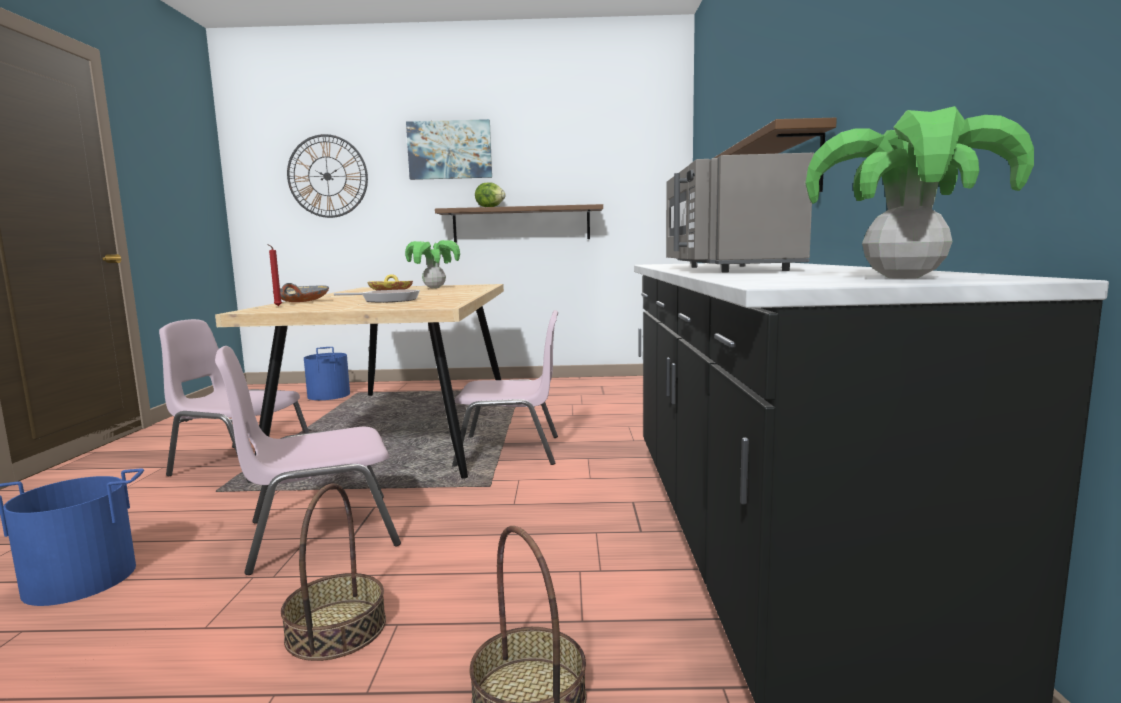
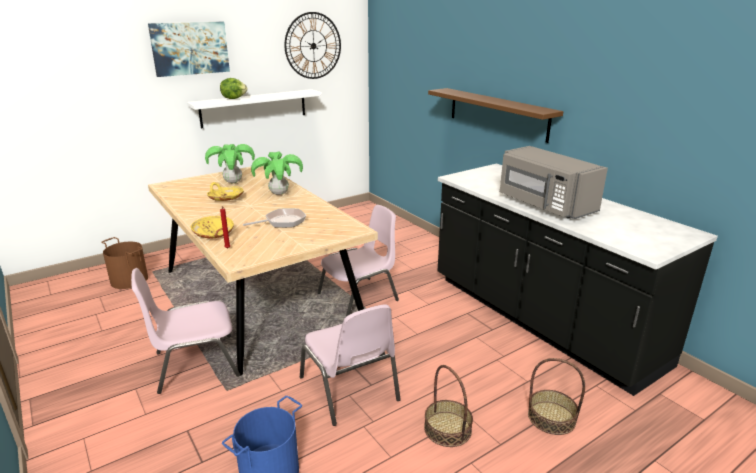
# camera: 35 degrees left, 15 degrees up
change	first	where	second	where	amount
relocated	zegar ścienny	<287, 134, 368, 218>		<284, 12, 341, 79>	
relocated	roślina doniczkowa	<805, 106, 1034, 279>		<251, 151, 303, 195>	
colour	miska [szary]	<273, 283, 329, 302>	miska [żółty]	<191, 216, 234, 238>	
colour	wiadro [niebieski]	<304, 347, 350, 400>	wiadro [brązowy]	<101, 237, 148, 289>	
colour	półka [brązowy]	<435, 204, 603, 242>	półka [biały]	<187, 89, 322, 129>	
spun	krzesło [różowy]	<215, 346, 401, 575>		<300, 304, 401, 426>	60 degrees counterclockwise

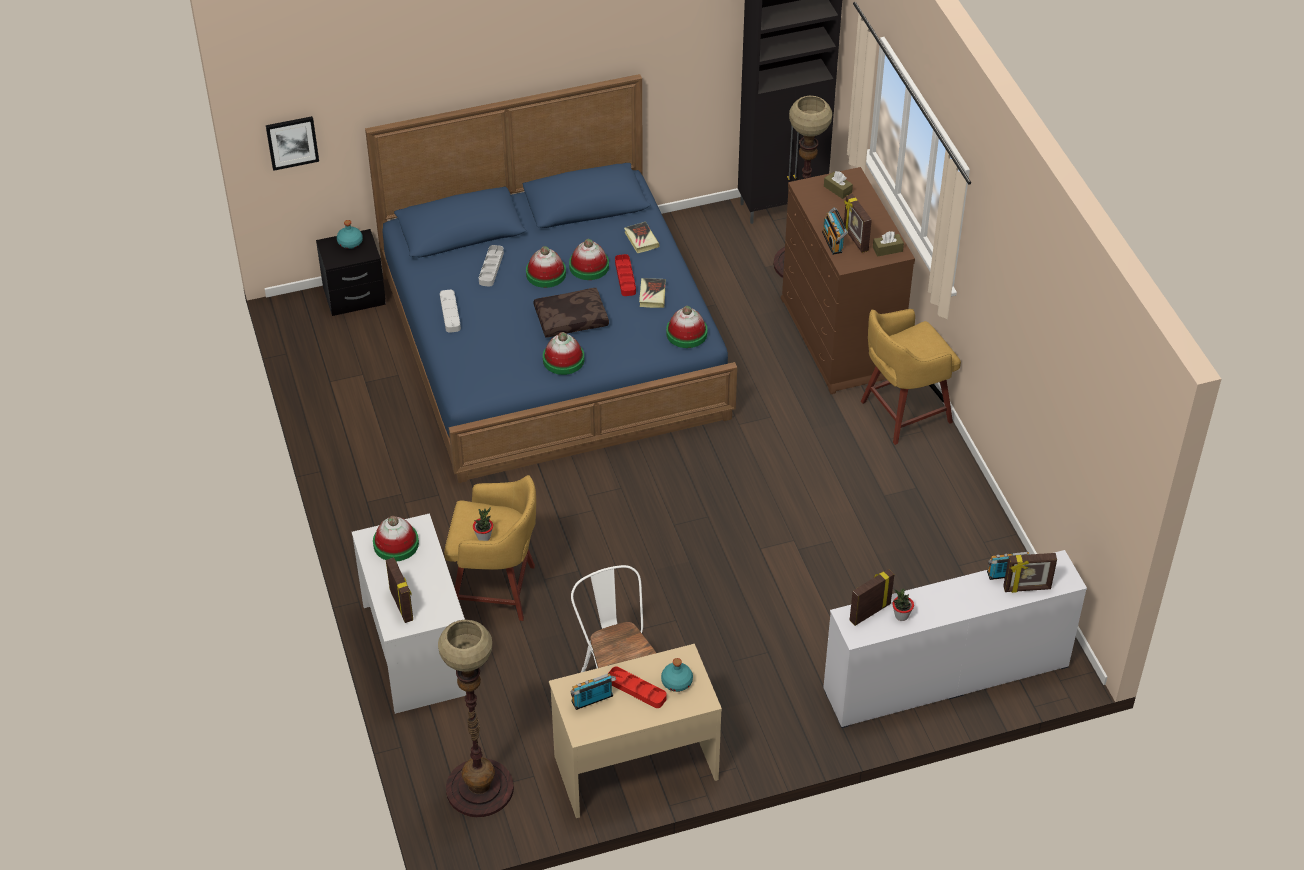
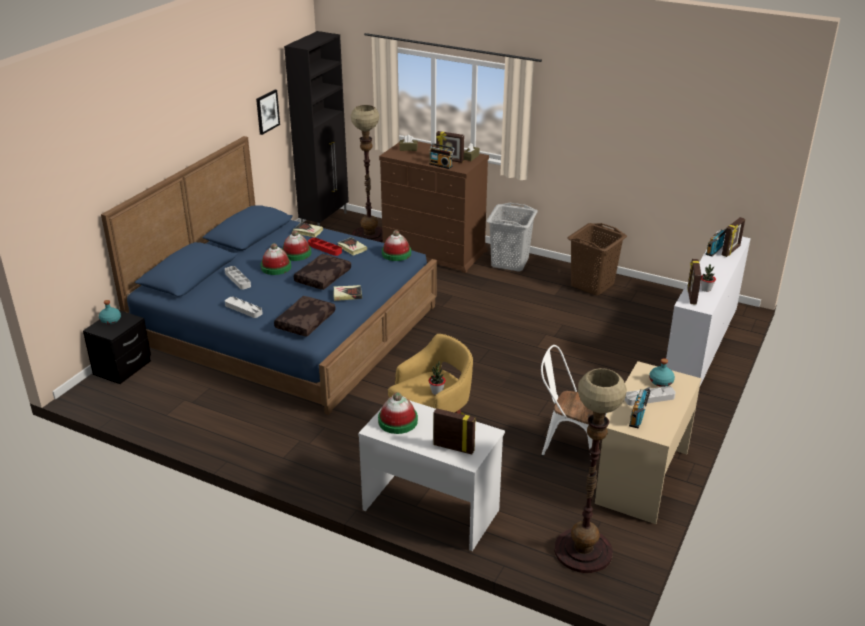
# camera: 45 degrees left, 15 degrees down
change	first	where	second	where	amount
appeared			poduszka [brązowy]	<274, 296, 336, 337>	
appeared			kosz na pranie [brązowy]	<567, 223, 627, 295>	
relocated	obraz	<266, 116, 319, 171>		<256, 90, 280, 135>	
exchanged	kapelusz	<543, 332, 584, 375>	książka	<333, 285, 362, 301>	
exchanged	stołek [żółty]	<861, 309, 961, 445>	kosz na pranie [szary]	<487, 203, 538, 271>	
colour	taca [czerwony]	<609, 667, 667, 708>	taca [szary]	<624, 386, 676, 406>	

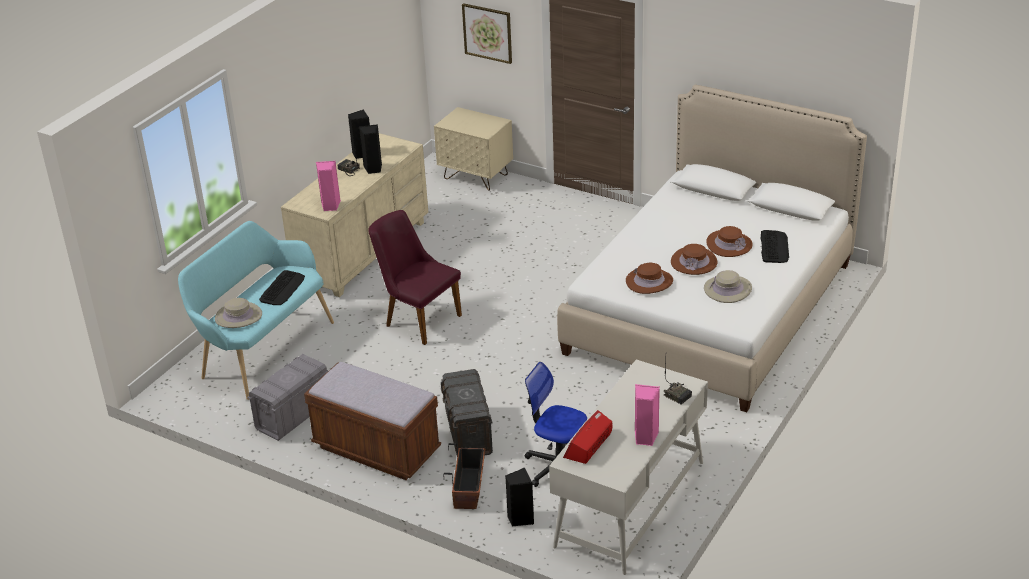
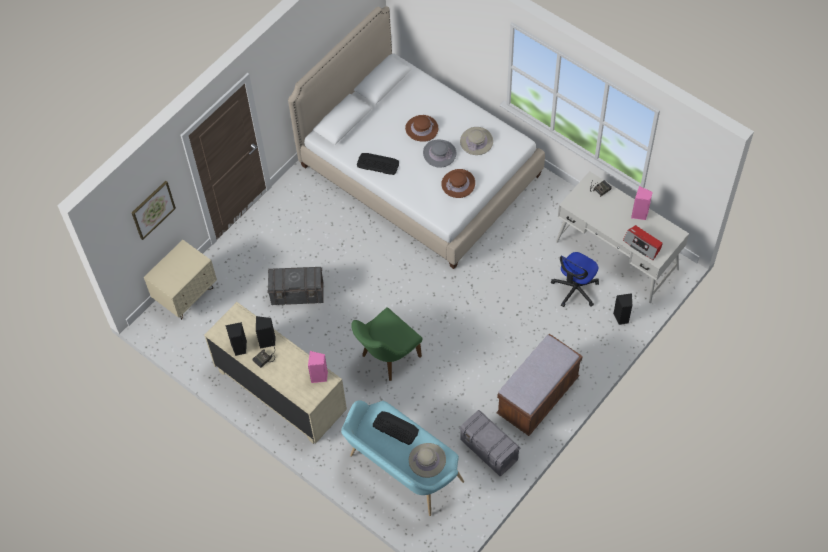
# camera: 80 degrees left, 25 degrees up
change	first	where	second	where	amount
missing	donica	<443, 443, 485, 509>			
relocated	pojemnik do przechowywania [szary]	<441, 369, 493, 455>		<268, 267, 324, 305>	
relocated	klawiatura	<761, 230, 789, 263>		<357, 153, 399, 175>	
colour	krzesło [fioletowy]	<368, 210, 462, 345>	krzesło [zielony]	<351, 307, 423, 381>	
colour	kapelusz [brązowy]	<671, 244, 717, 275>	kapelusz [szary]	<423, 139, 456, 168>	

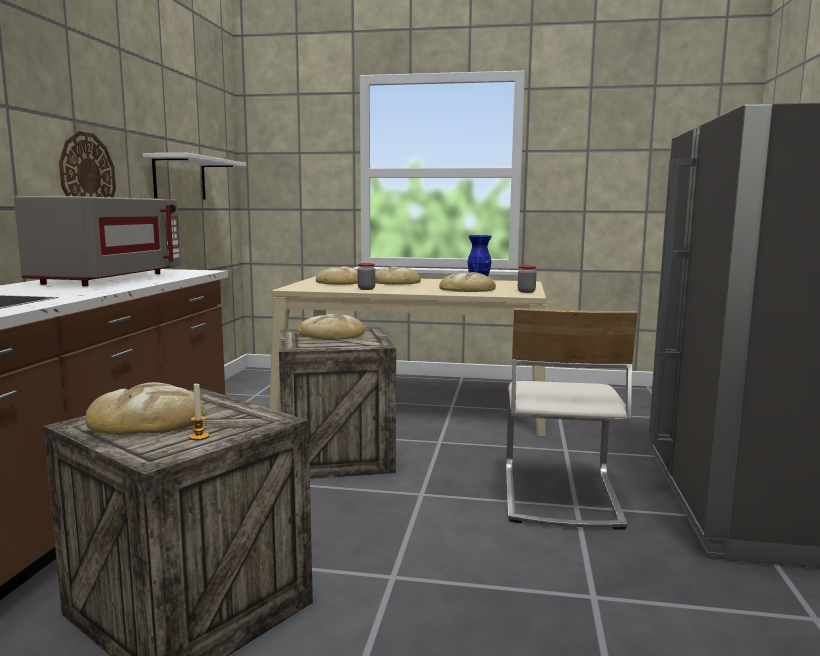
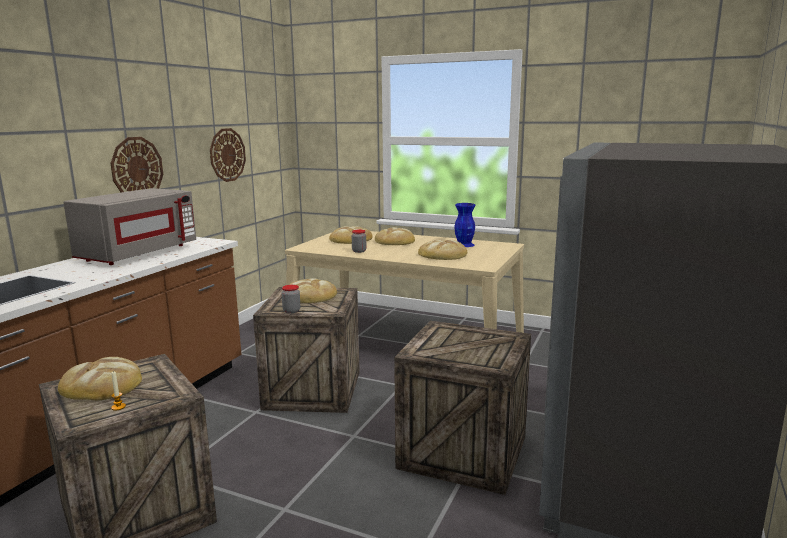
# camera: 15 degrees right, 5 degrees up
change	first	where	second	where	amount
relocated	słoik	<518, 265, 536, 293>		<282, 285, 300, 314>	
exchanged	półka [biały]	<143, 153, 246, 200>	zegar ścienny	<210, 128, 246, 182>	
exchanged	krzesło [beżowy]	<506, 308, 638, 530>	skrzynka	<394, 321, 531, 495>	

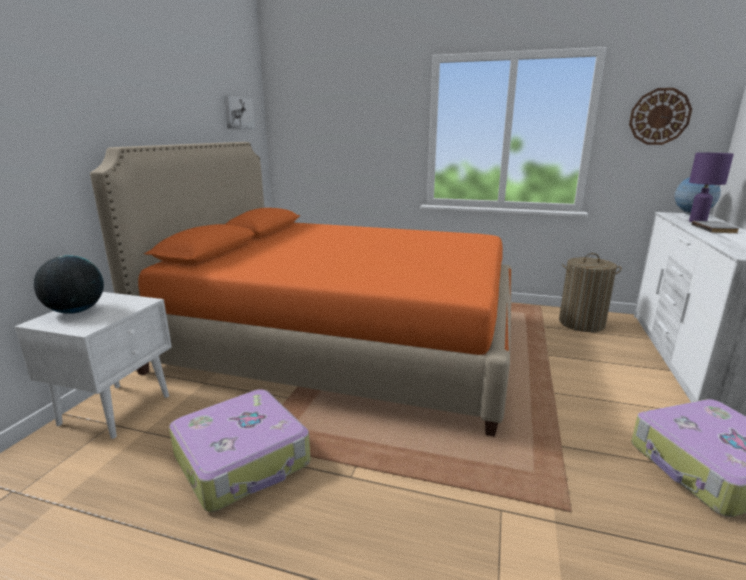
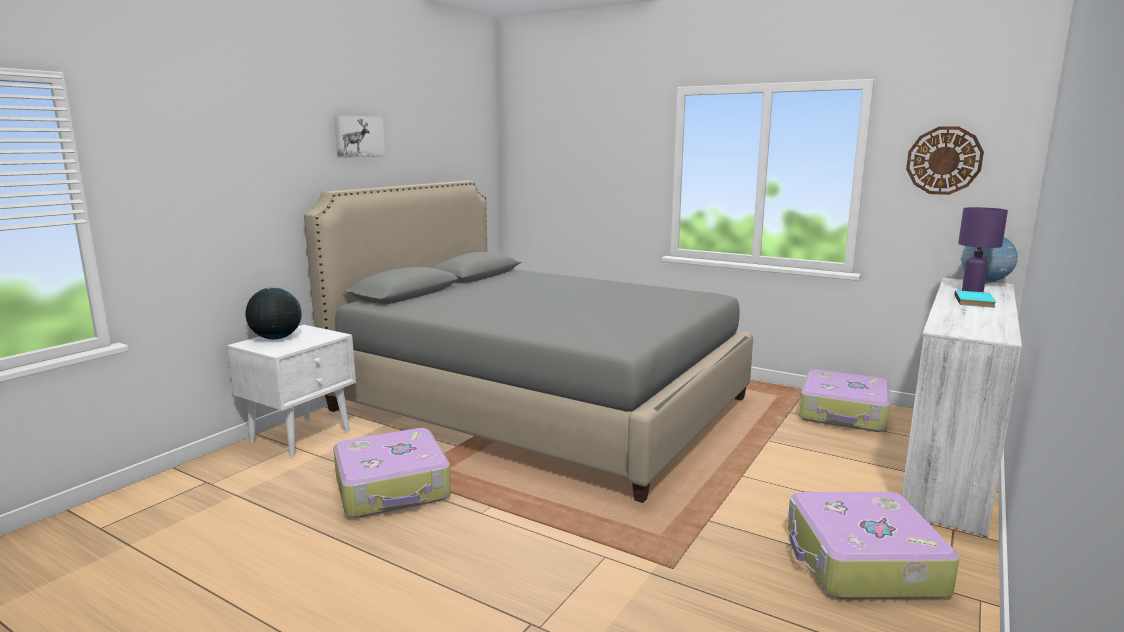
# camera: 15 degrees right, 5 degrees down
change	first	where	second	where	amount
relocated	obraz	<224, 95, 255, 129>		<334, 115, 385, 158>	
exchanged	kosz na pranie	<559, 253, 622, 332>	walizka	<799, 370, 890, 432>	
colour	łóżko [pomarańczowy]	<90, 142, 512, 437>	łóżko [szary]	<304, 181, 753, 503>	
colour	książka [szary]	<692, 221, 739, 233>	książka [turkusowy]	<955, 290, 996, 308>	

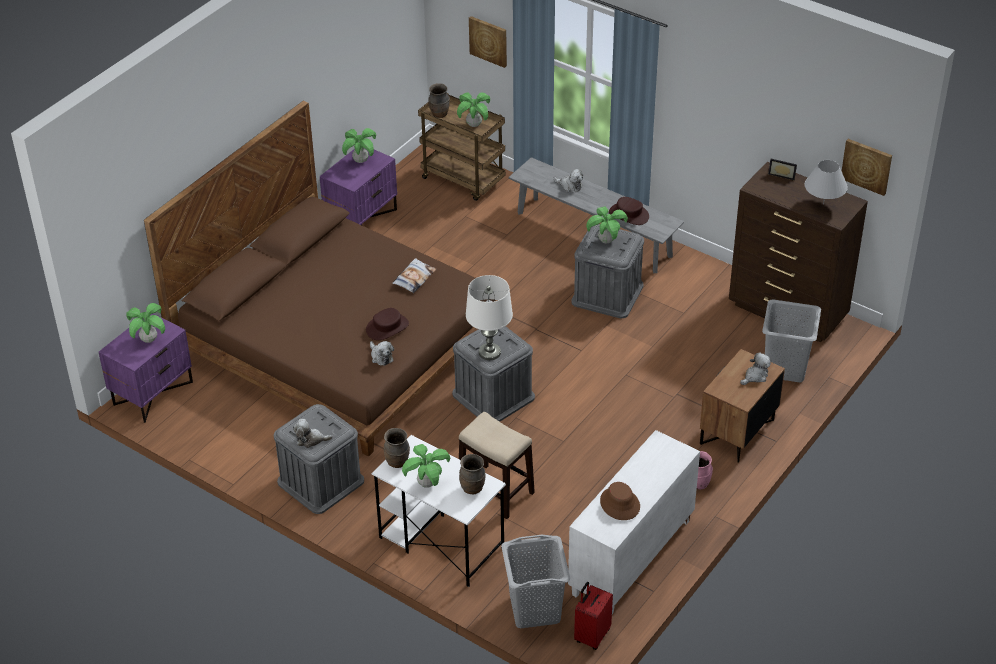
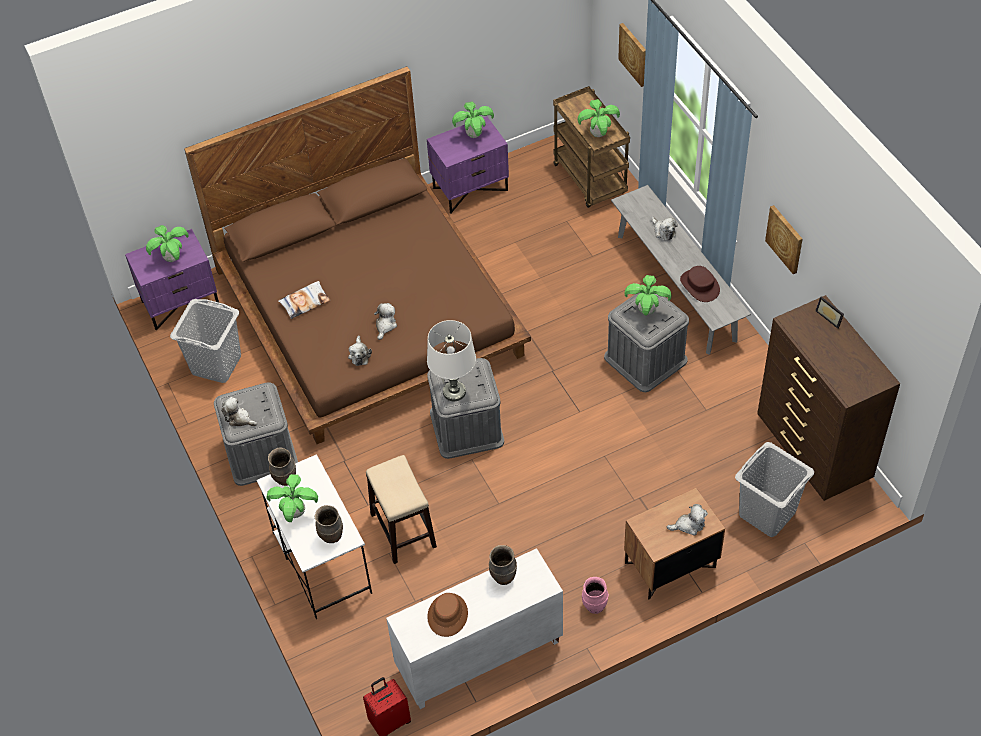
# camera: 30 degrees right, 10 degrees up
change	first	where	second	where	amount
missing	lampa stołowa [biały]	<804, 160, 848, 204>			
relocated	poduszka	<392, 258, 436, 293>		<278, 281, 330, 319>	
relocated	wazon [brązowy]	<428, 83, 450, 118>		<489, 545, 517, 585>	
relocated	kosz na pranie [szary]	<501, 535, 570, 628>		<170, 299, 241, 383>	
relocated	obraz	<842, 139, 892, 196>		<765, 205, 803, 274>	
exchanged	kapelusz [brązowy]	<366, 308, 409, 340>	pluszak	<374, 303, 397, 340>	

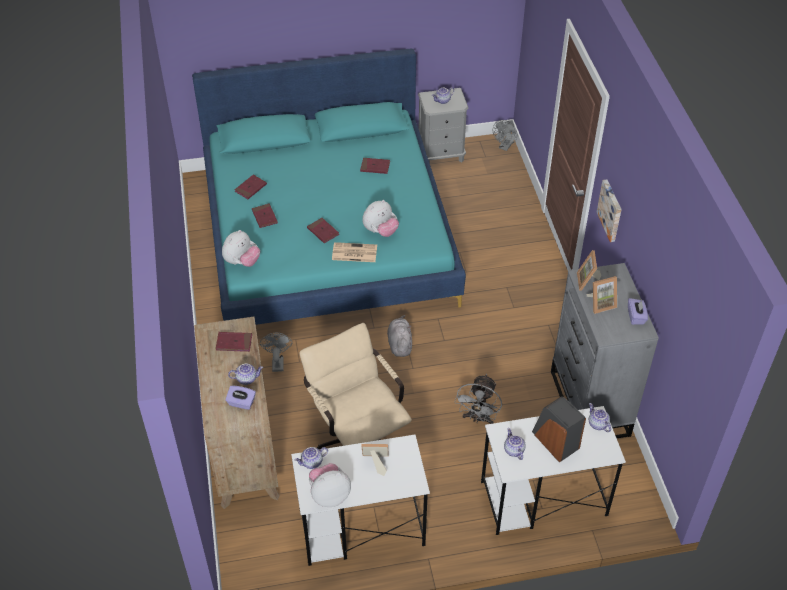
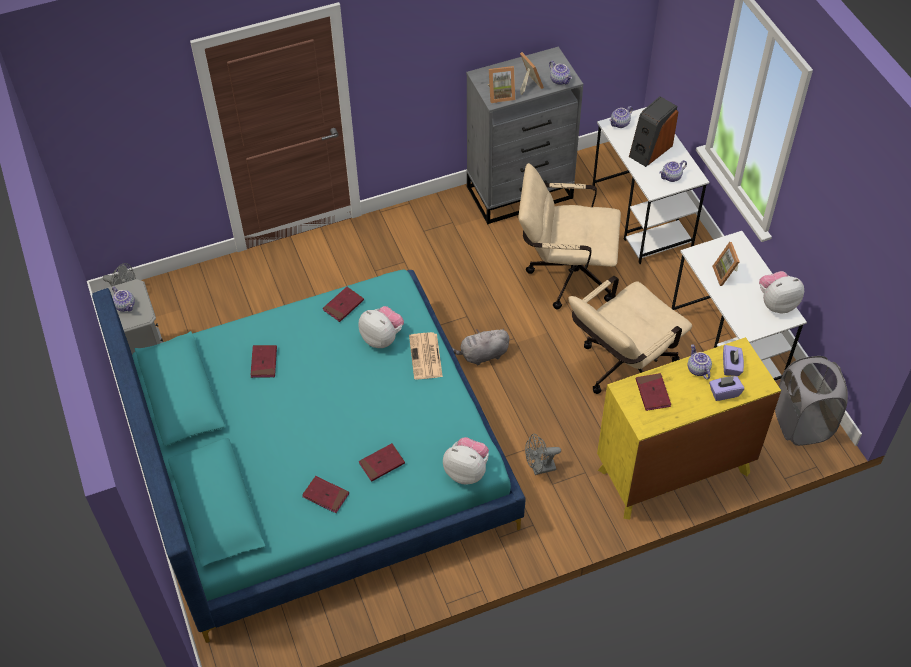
# camera: 100 degrees left, 5 degrees up
change	first	where	second	where	amount
missing	obraz	<597, 179, 622, 242>			
appeared			kosz na pranie [szary]	<775, 356, 848, 446>	
relocated	imbryk	<294, 447, 328, 469>		<549, 61, 572, 85>	
relocated	książka [czerwony]	<307, 218, 339, 243>		<323, 287, 364, 322>	
relocated	pudełko chusteczek [fioletowy]	<628, 298, 648, 325>		<709, 376, 744, 401>	
exchanged	wentylator [szary]	<455, 374, 502, 424>	krzesło biurowe [beżowy]	<518, 163, 621, 309>	
colour	komoda [brązowy]	<194, 317, 280, 509>	komoda [żółty]	<597, 337, 781, 520>	
spun	pluszak	<309, 463, 351, 507>		<759, 271, 804, 313>	105 degrees clockwise

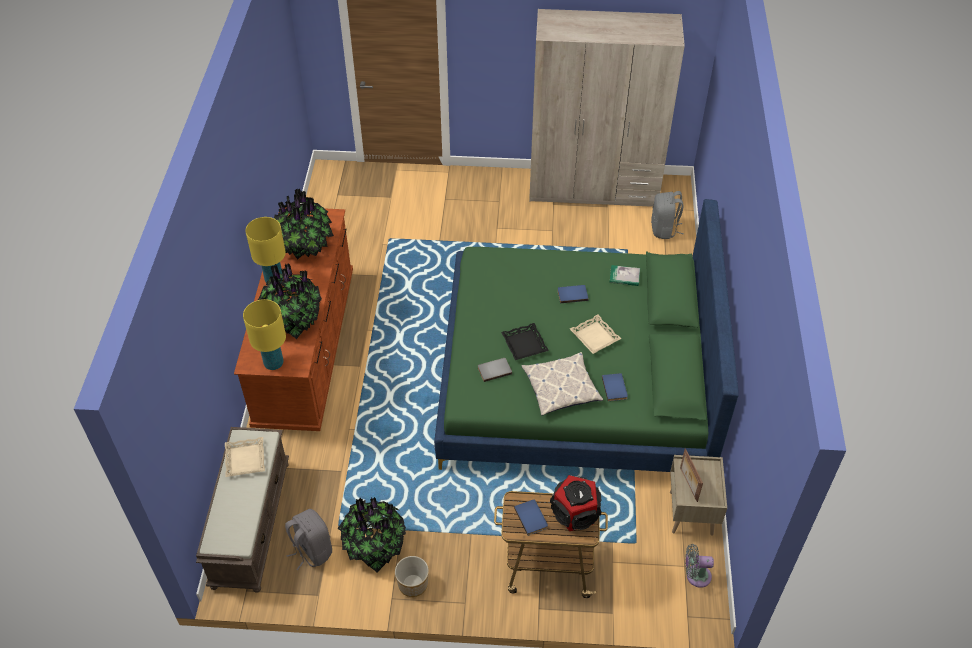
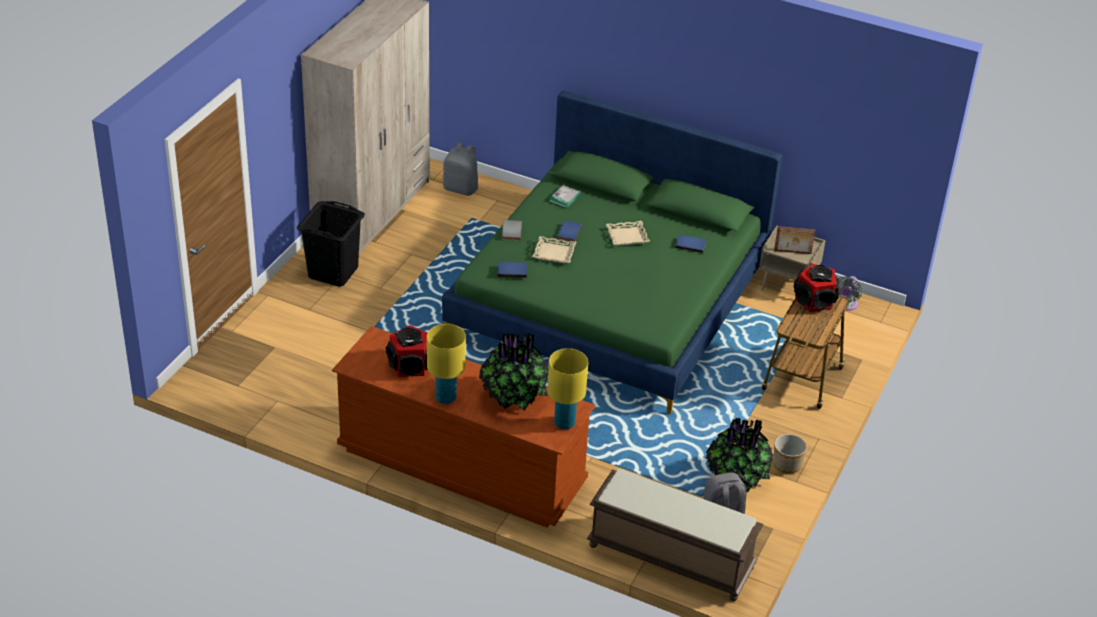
# camera: 70 degrees left, 10 degrees down
change	first	where	second	where	amount
missing	taca [czarny]	<501, 323, 549, 360>			
missing	poduszka	<522, 352, 603, 415>			
appeared			kosz na pranie [czarny]	<297, 201, 365, 287>	
relocated	taca [beżowy]	<225, 437, 265, 477>		<532, 236, 576, 264>	
relocated	książka [szary]	<478, 358, 512, 382>		<502, 220, 522, 241>	
relocated	książka [niebieski]	<514, 499, 548, 536>		<497, 262, 527, 277>	
exchanged	roślina doniczkowa	<274, 189, 334, 260>	głośnik	<386, 325, 427, 377>	

